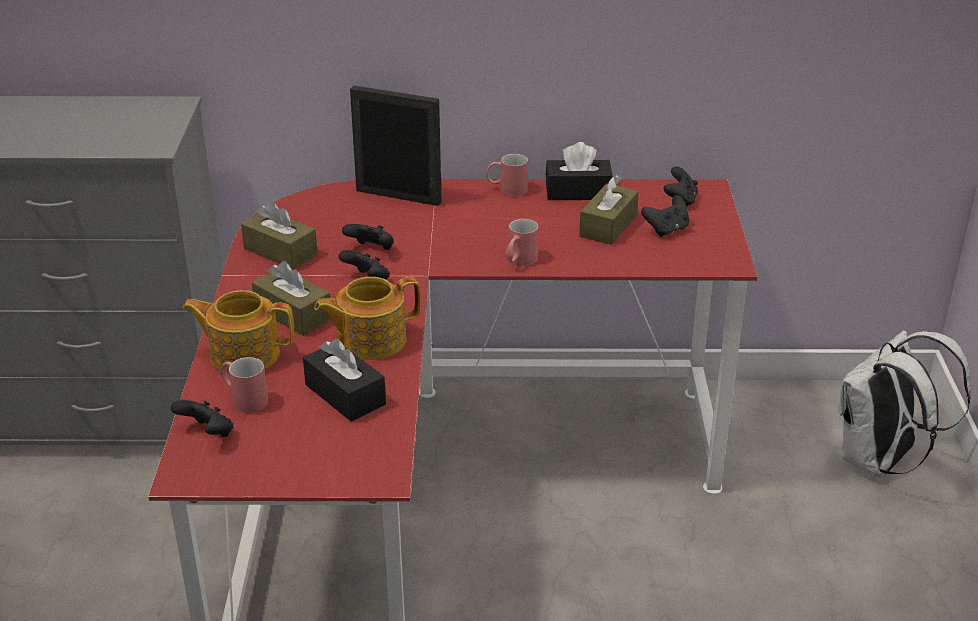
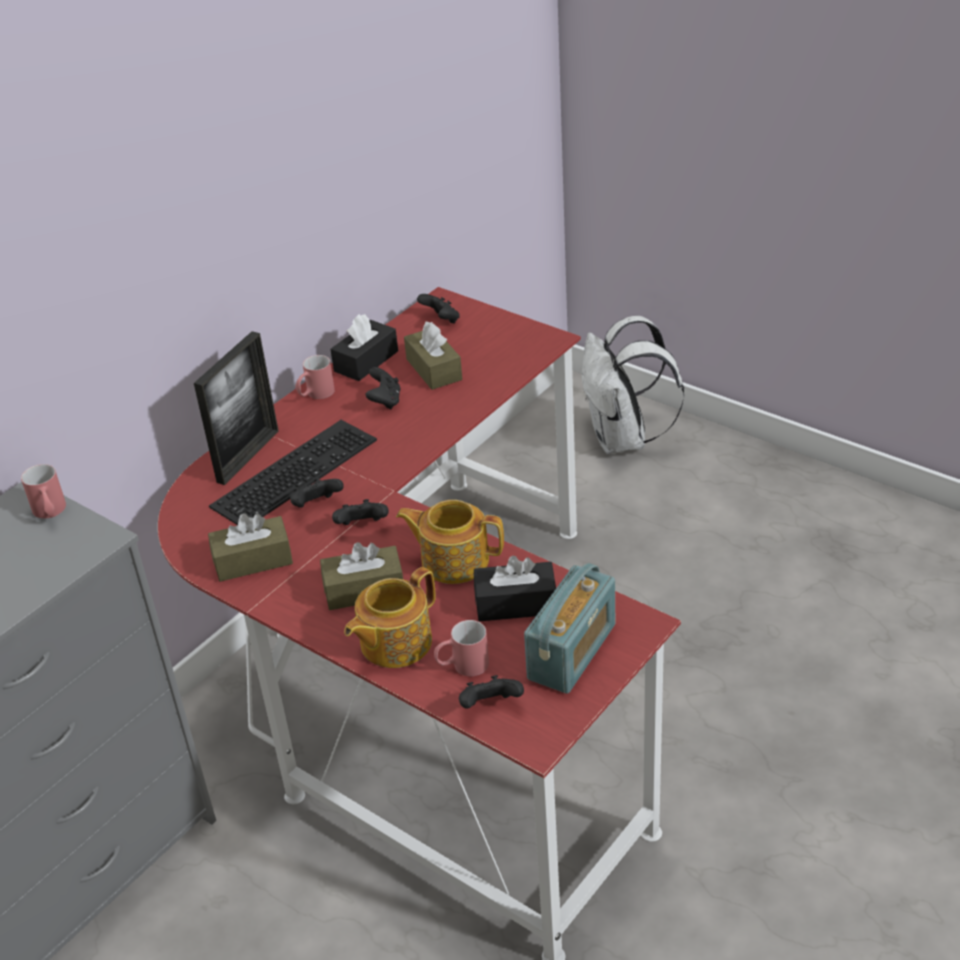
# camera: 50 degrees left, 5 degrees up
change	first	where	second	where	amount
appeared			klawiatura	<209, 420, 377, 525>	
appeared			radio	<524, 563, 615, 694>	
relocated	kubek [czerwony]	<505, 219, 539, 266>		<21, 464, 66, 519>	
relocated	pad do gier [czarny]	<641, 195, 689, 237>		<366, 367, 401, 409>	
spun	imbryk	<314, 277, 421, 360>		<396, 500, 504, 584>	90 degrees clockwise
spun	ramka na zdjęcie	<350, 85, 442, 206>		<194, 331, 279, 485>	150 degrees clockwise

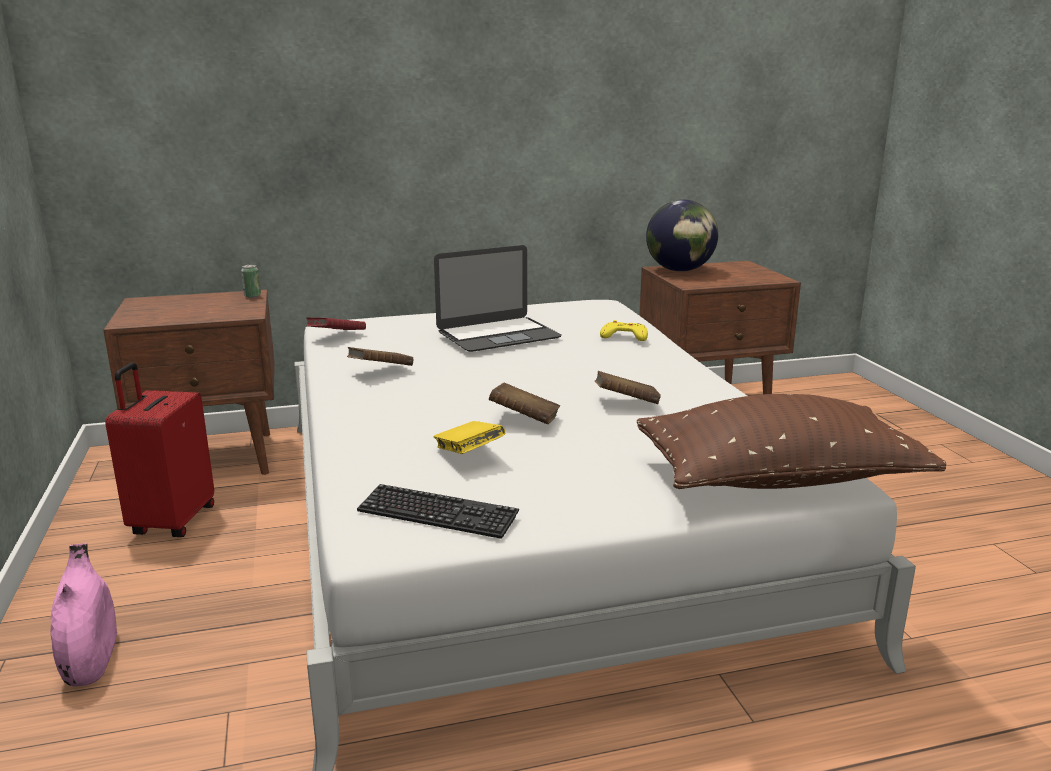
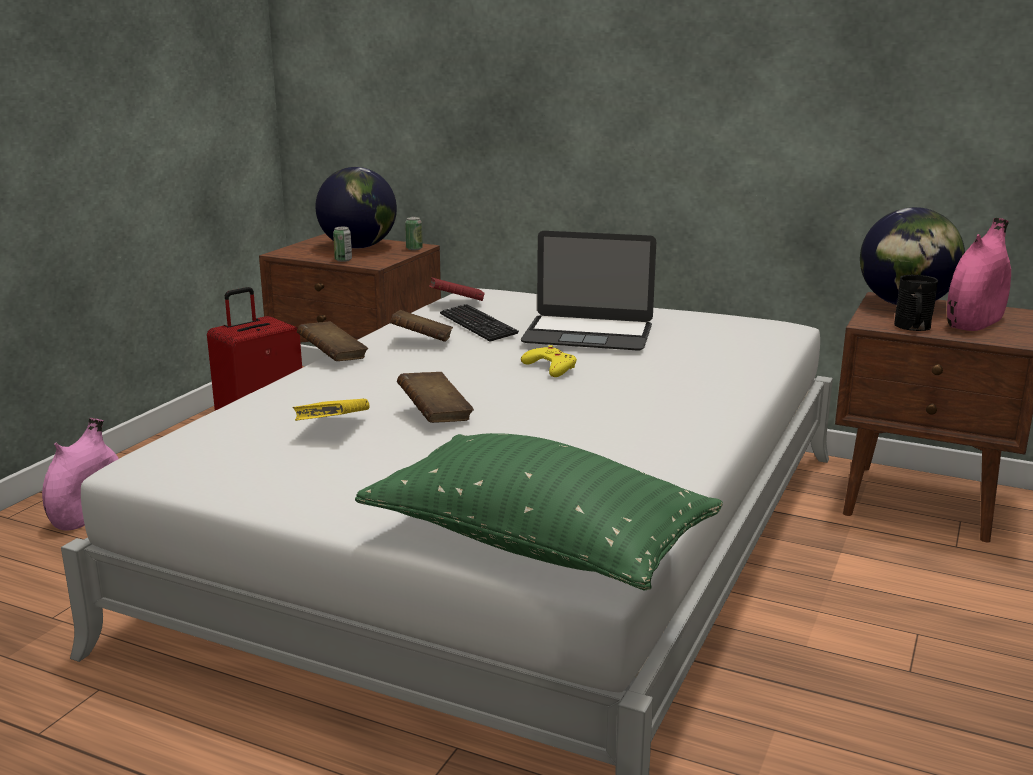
# camera: 40 degrees right, 0 degrees up
change	first	where	second	where	amount
appeared			globus	<315, 167, 397, 248>	
appeared			puszka	<333, 227, 352, 262>	
appeared			kubek [czarny]	<894, 275, 938, 331>	
appeared			wazon [różowy]	<947, 218, 1011, 331>	
relocated	klawiatura	<357, 484, 519, 539>		<440, 304, 519, 342>	
relocated	książka [brązowy]	<595, 371, 661, 404>		<297, 321, 368, 361>	
relocated	pad do gier [żółty]	<600, 320, 648, 341>		<521, 345, 577, 377>	
colour	poduszka [brązowy]	<637, 394, 946, 489>	poduszka [zielony]	<355, 433, 723, 590>	

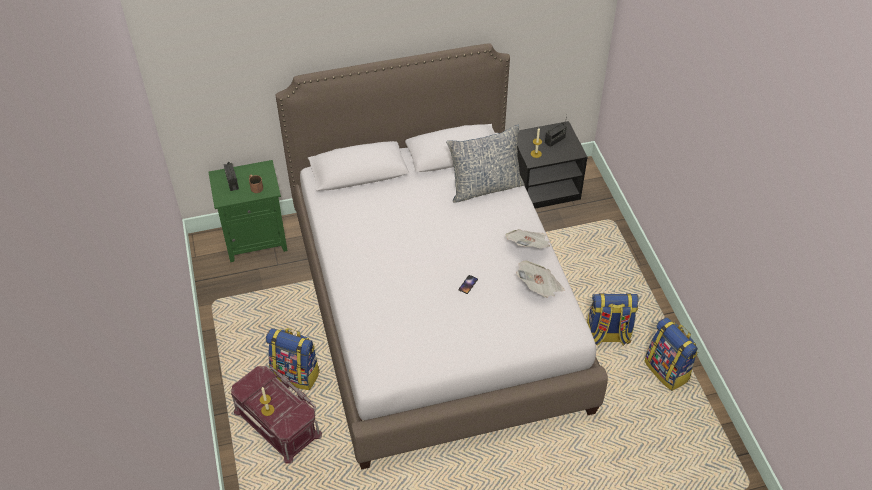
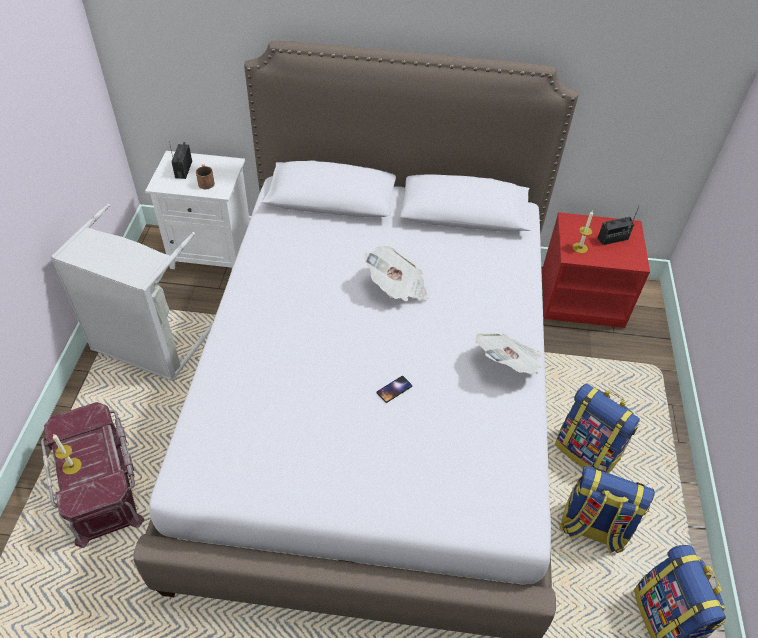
# camera: 20 degrees right, 0 degrees up
change	first	where	second	where	amount
missing	poduszka	<446, 125, 525, 203>			
appeared			kosz na pranie [szary]	<51, 204, 213, 381>	
relocated	plecak	<266, 328, 320, 390>		<555, 383, 640, 473>	
relocated	gazeta	<516, 260, 565, 297>		<365, 246, 429, 301>	
colour	szafka nocna [zielony]	<208, 160, 288, 262>	szafka nocna [biały]	<145, 151, 250, 269>	
colour	szafka nocna [czarny]	<517, 121, 588, 209>	szafka nocna [czerwony]	<542, 212, 650, 328>	

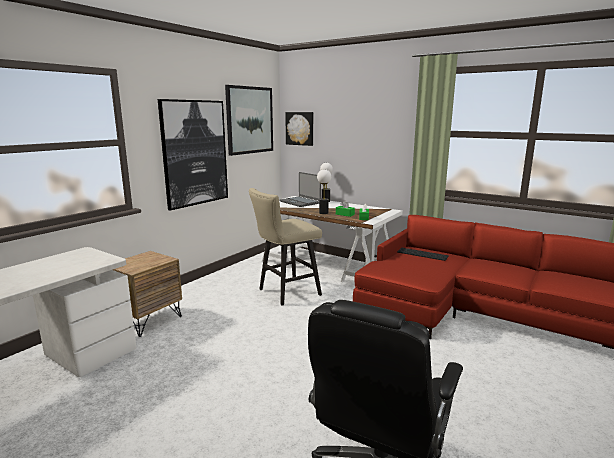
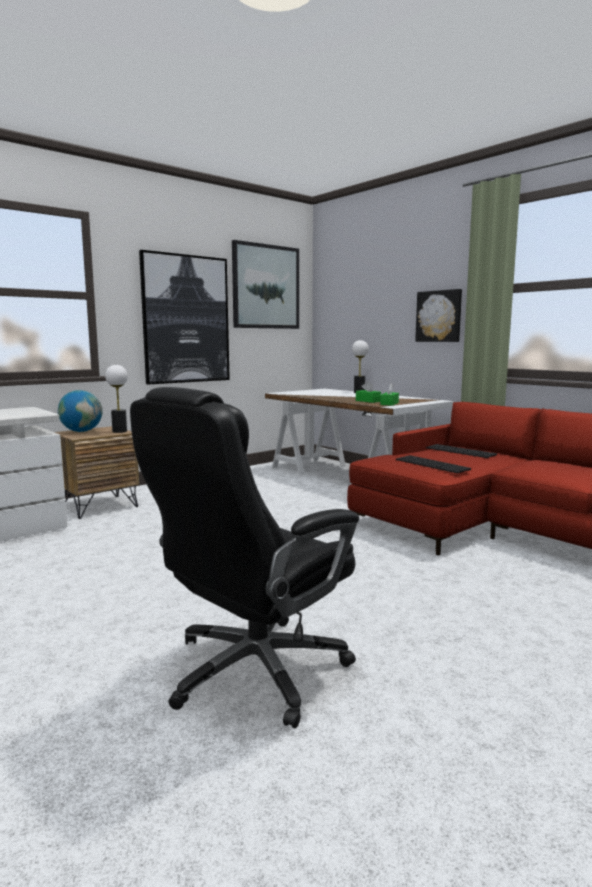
# camera: 15 degrees right, 5 degrees down
change	first	where	second	where	amount
missing	stołek [beżowy]	<249, 188, 322, 305>			
missing	laptop	<280, 172, 321, 207>			
appeared			globus	<58, 390, 102, 432>	
appeared			klawiatura	<396, 455, 471, 473>	
relocated	obraz	<285, 112, 313, 146>		<415, 289, 462, 342>	
relocated	lampa stołowa	<317, 169, 331, 214>		<105, 365, 128, 433>	

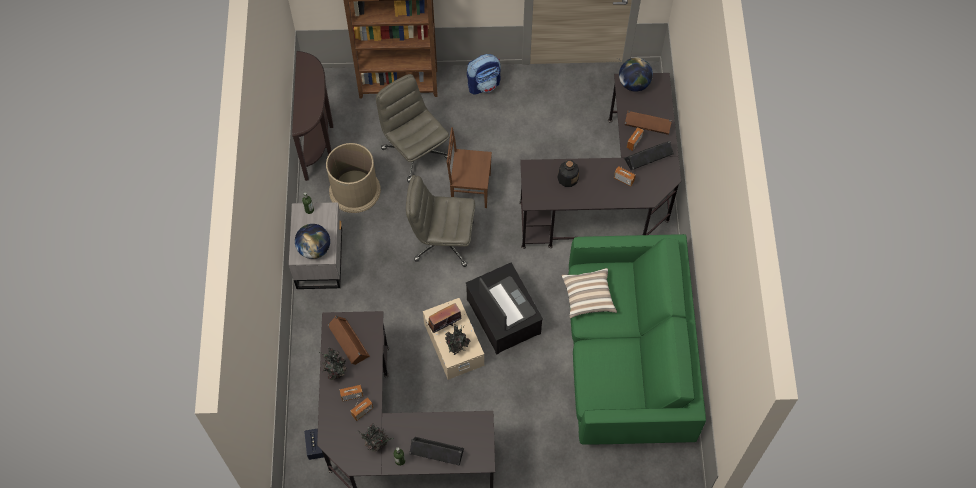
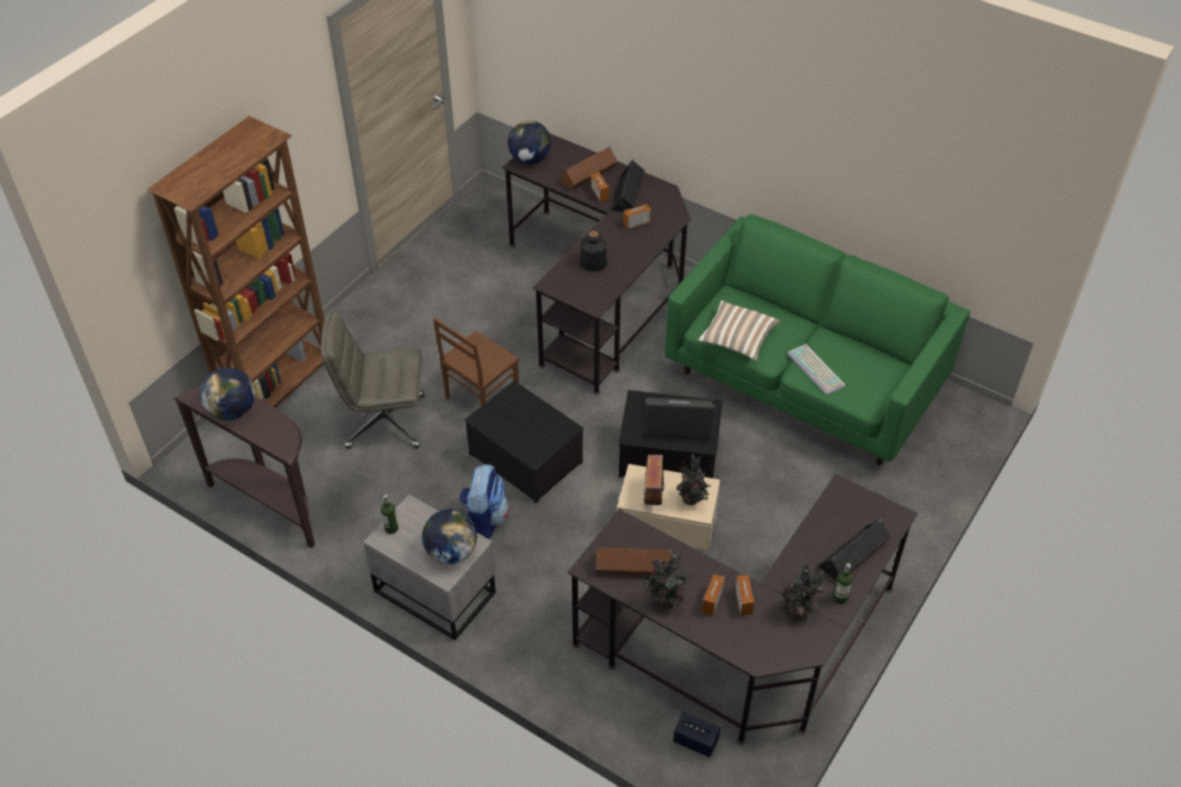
# camera: 55 degrees left, 15 degrees down
change	first	where	second	where	amount
missing	kosz na śmieci [brązowy]	<326, 143, 381, 213>			
appeared			globus	<200, 367, 255, 420>	
appeared			klawiatura	<787, 344, 845, 395>	
relocated	plecak	<467, 54, 501, 94>		<460, 464, 509, 539>	
exchanged	krzesło biurowe [szary]	<406, 175, 475, 267>	pojemnik do przechowywania	<464, 381, 584, 503>	

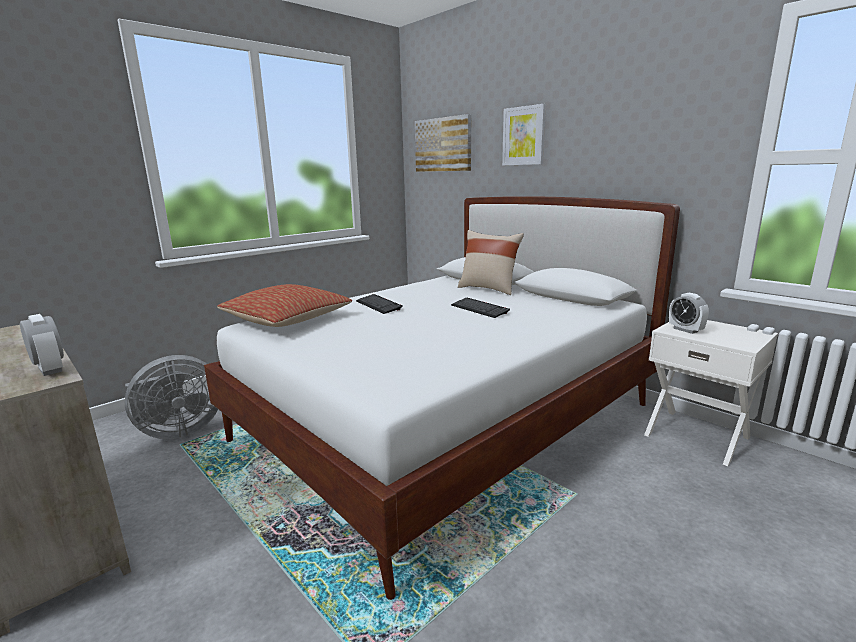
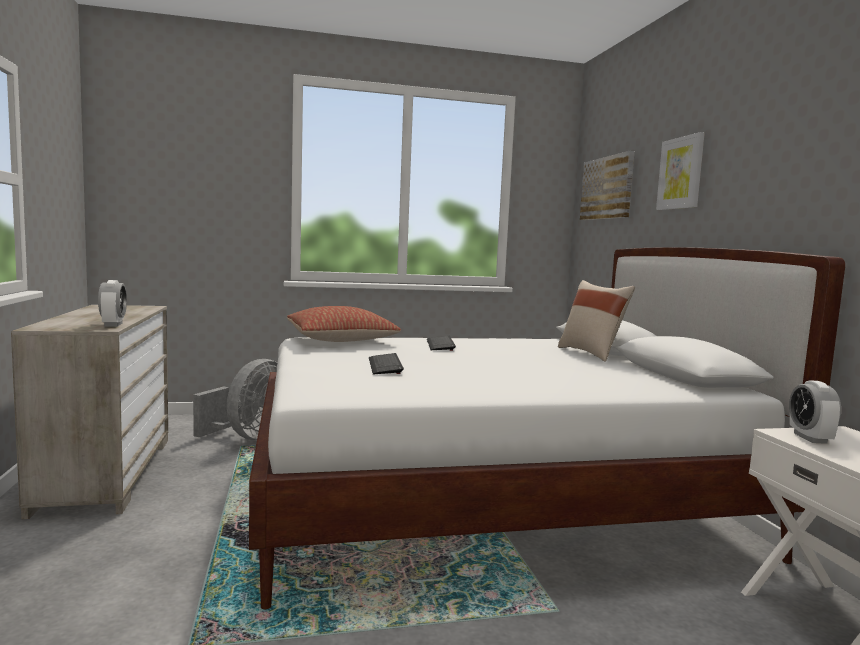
# camera: 30 degrees right, 10 degrees down
change	first	where	second	where	amount
relocated	klawiatura	<451, 298, 510, 318>		<369, 353, 404, 374>	
spun	wentylator [szary]	<125, 355, 218, 439>		<193, 359, 277, 440>	60 degrees counterclockwise

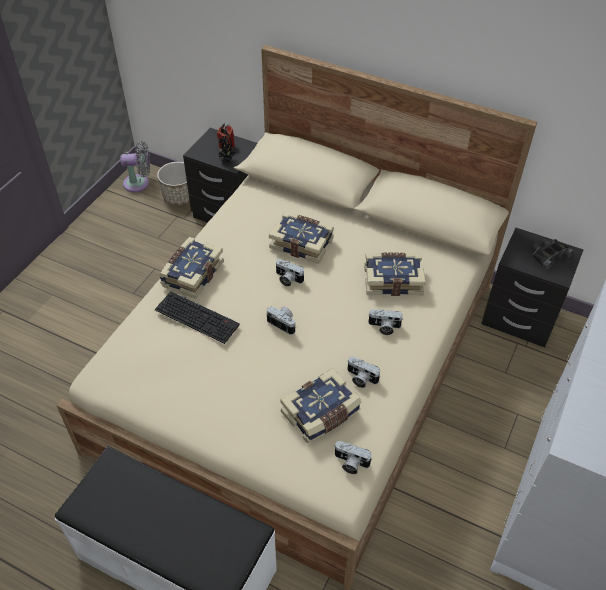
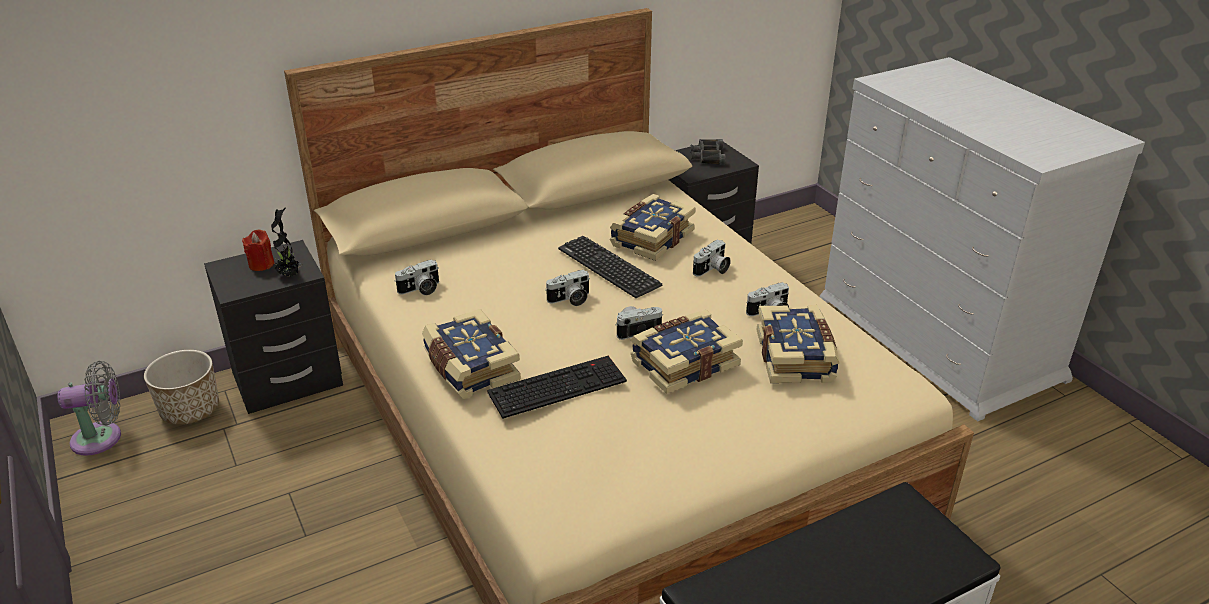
# camera: 55 degrees left, 15 degrees down
change	first	where	second	where	amount
appeared			klawiatura	<558, 236, 662, 298>	
relocated	książka	<269, 212, 334, 264>		<631, 310, 743, 394>	
relocated	aparat fotograficzny	<334, 441, 372, 474>		<394, 259, 439, 295>	
spun	wentylator [szary]	<120, 141, 150, 192>		<57, 361, 121, 456>	45 degrees clockwise

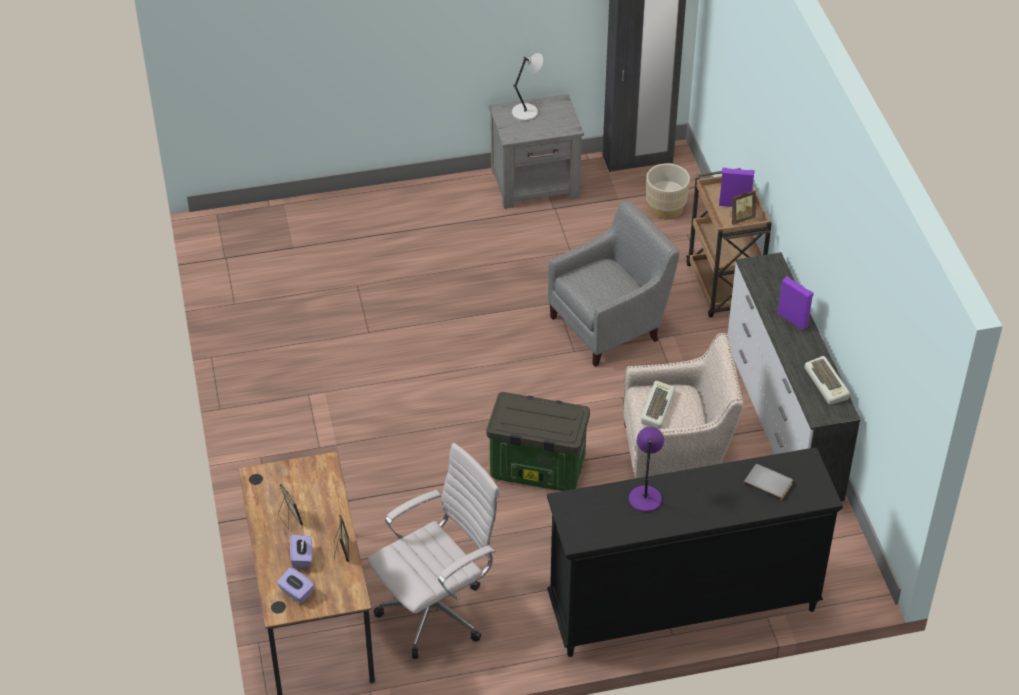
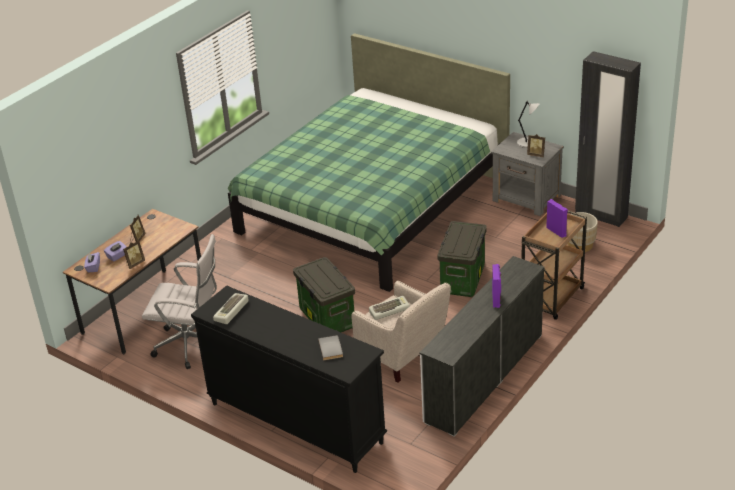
# camera: 50 degrees right, 10 degrees down
change	first	where	second	where	amount
missing	lampa stołowa [fioletowy]	<629, 427, 664, 512>			
appeared			łóżko [zielony]	<228, 33, 510, 292>	
relocated	ramka na zdjęcie	<729, 190, 756, 225>		<527, 134, 545, 157>	
relocated	klawiatura	<805, 356, 849, 405>		<213, 293, 249, 324>	
exchanged	fotel [szary]	<548, 200, 680, 367>	pojemnik do przechowywania	<437, 221, 487, 297>	

